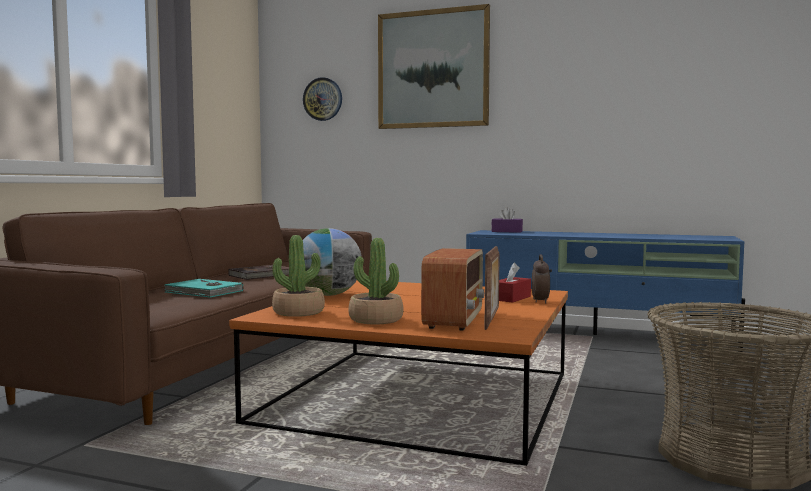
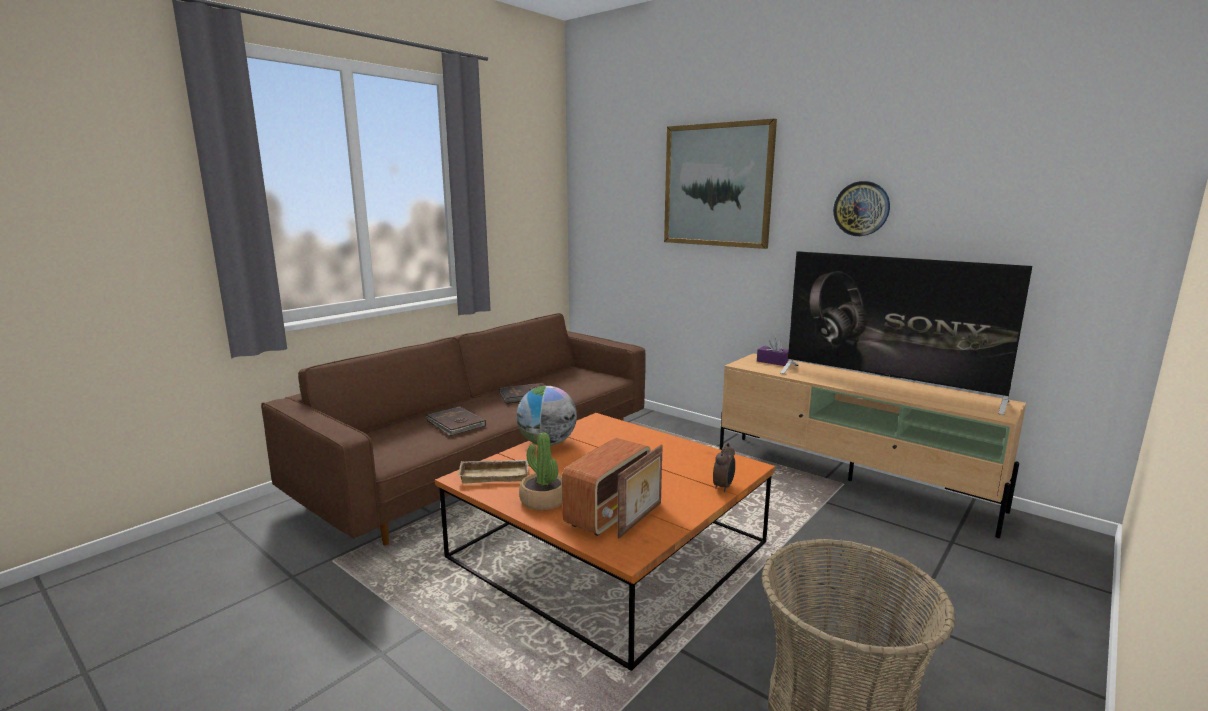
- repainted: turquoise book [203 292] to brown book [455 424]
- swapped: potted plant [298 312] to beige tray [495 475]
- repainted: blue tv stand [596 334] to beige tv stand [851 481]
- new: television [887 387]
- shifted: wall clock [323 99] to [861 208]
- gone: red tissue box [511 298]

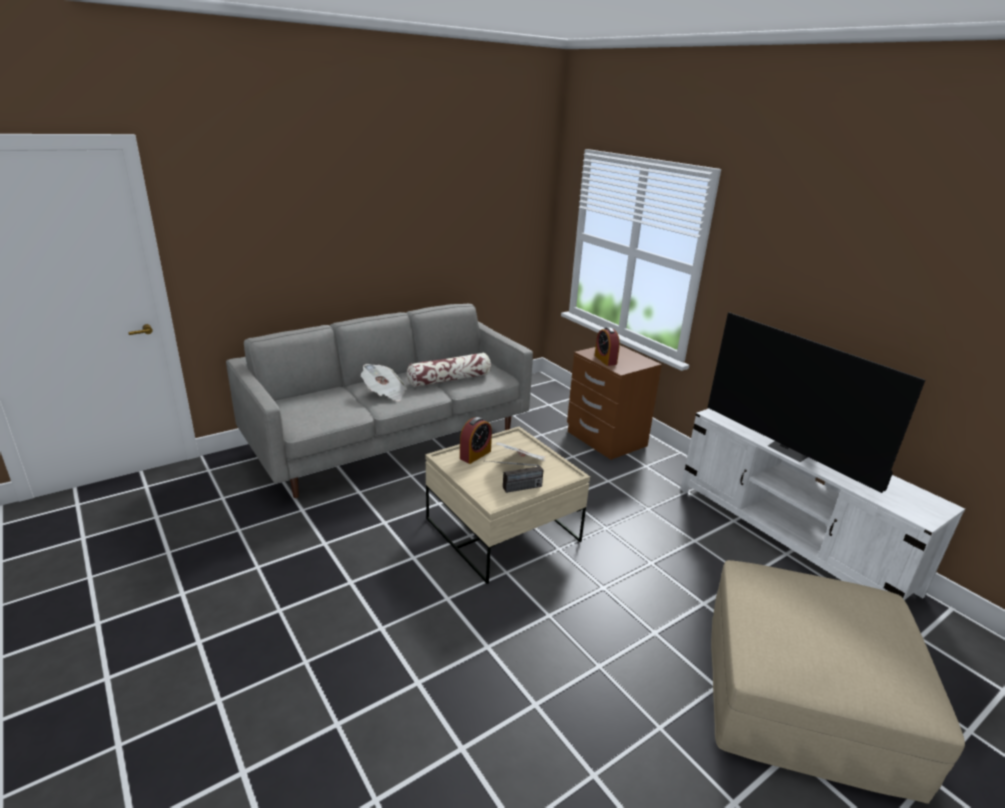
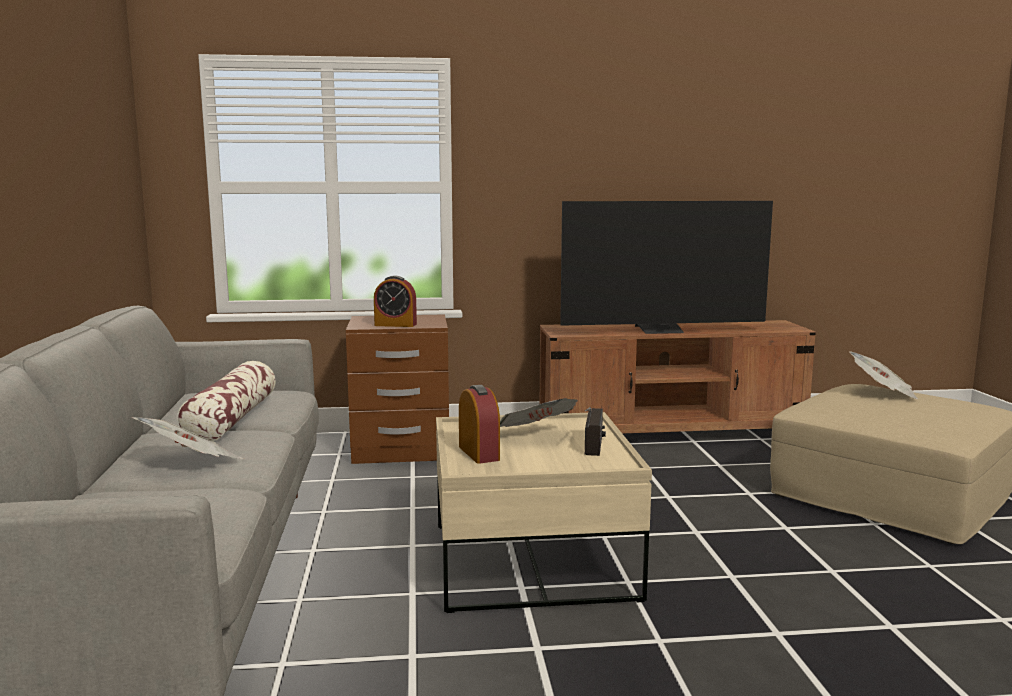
- repainted: white tv stand [790 538] to brown tv stand [671 433]
- new: newspaper [882 393]

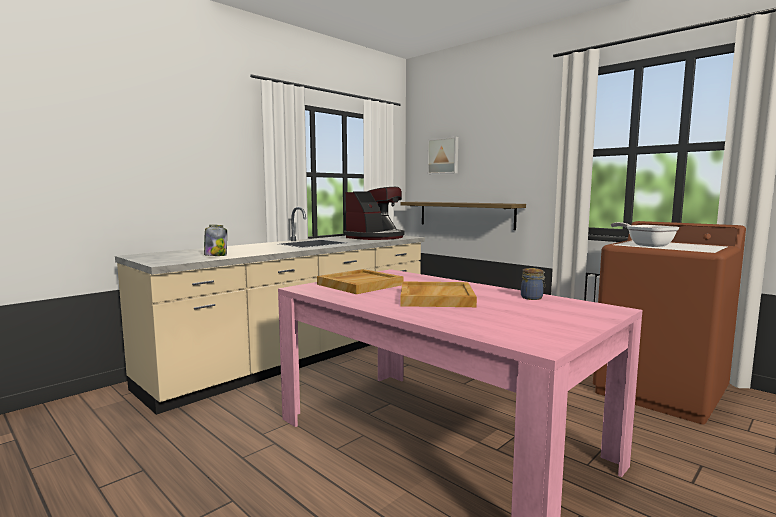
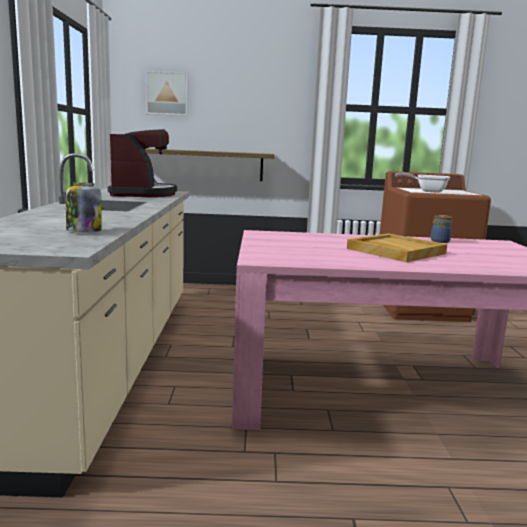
- gone: beige tray [360 284]

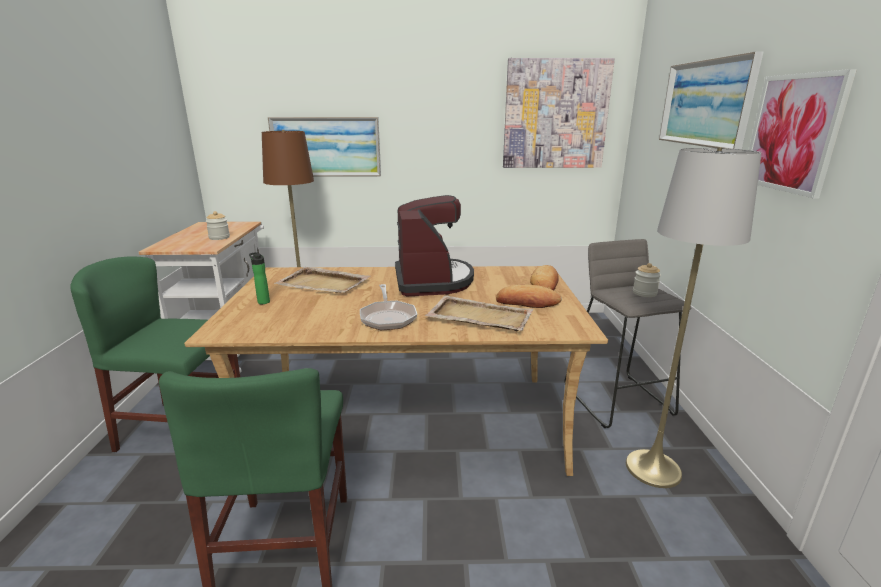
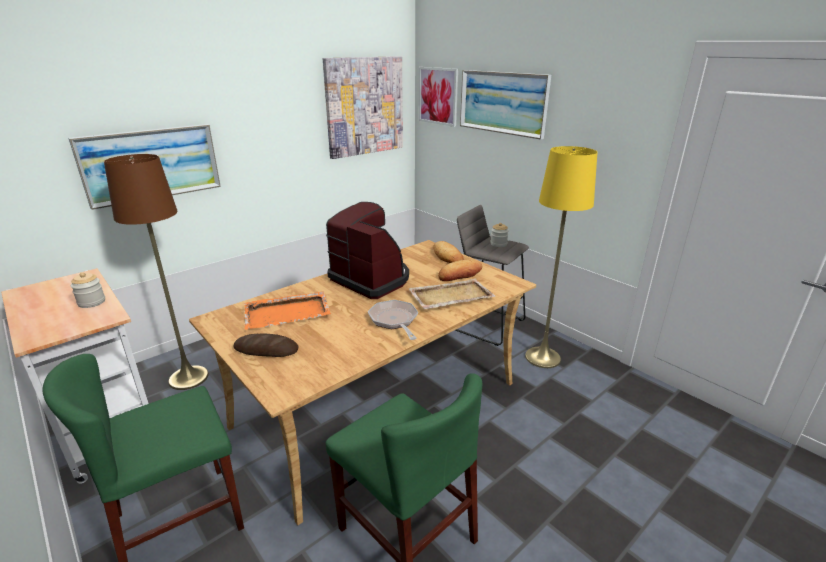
- swapped: bottle [263 301] to bread [266 349]
- repainted: beige tray [324 283] to orange tray [288 312]
- rotated: frying pan [388 317] = [394 321] 150 degrees counterclockwise
- shifted: picture [793 133] to [438 96]
- repainted: grey floor lamp [653 468] to yellow floor lamp [542 357]

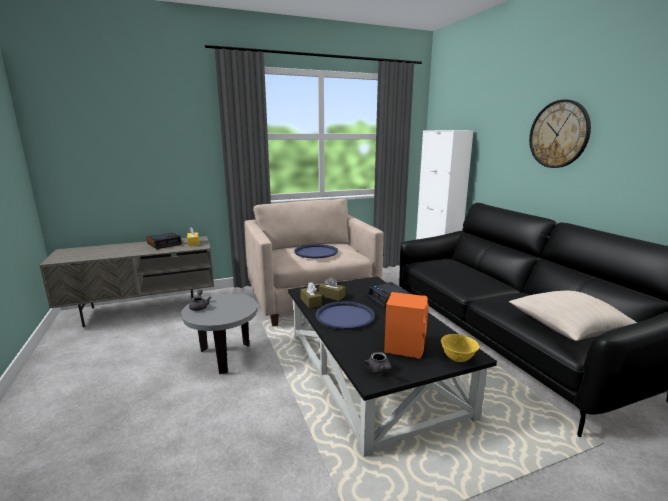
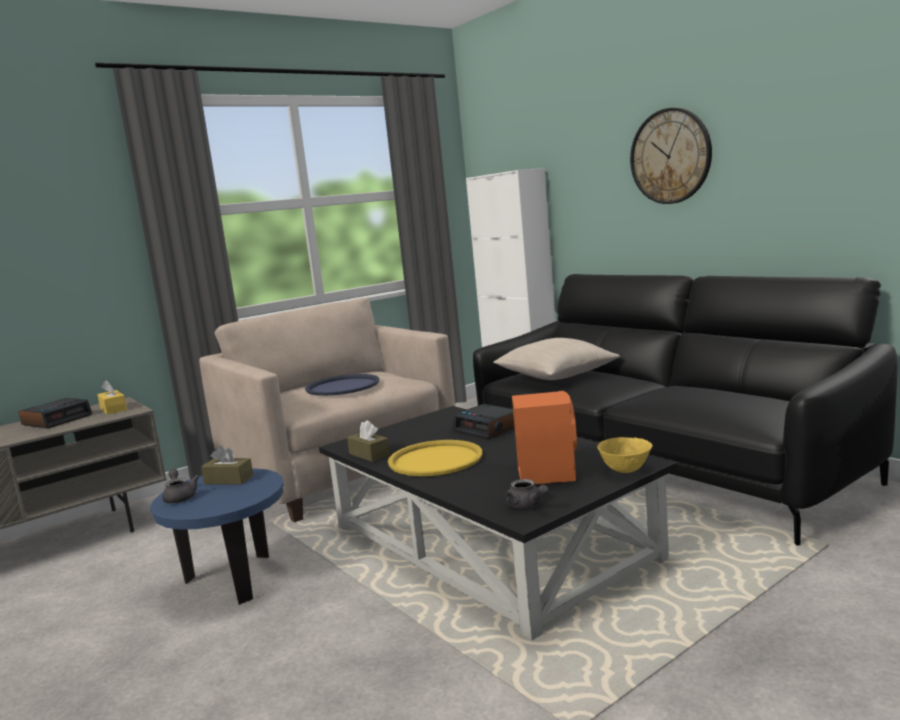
- repainted: grey side table [224 357] to blue side table [234 581]
- shifted: brown tissue box [331 296] to [229 480]
- repainted: blue tray [345 316] to yellow tray [435 459]
- shifted: beige pillow [569 328] to [556 376]

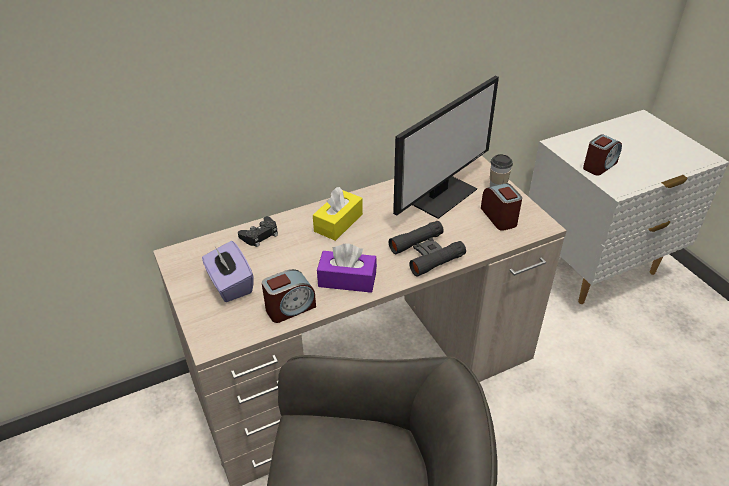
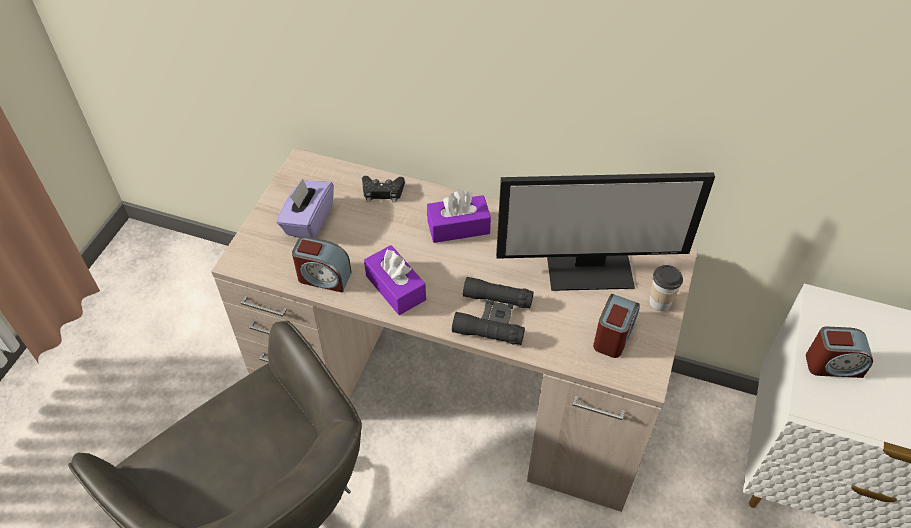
- repainted: yellow tissue box [338 223] to purple tissue box [458 227]

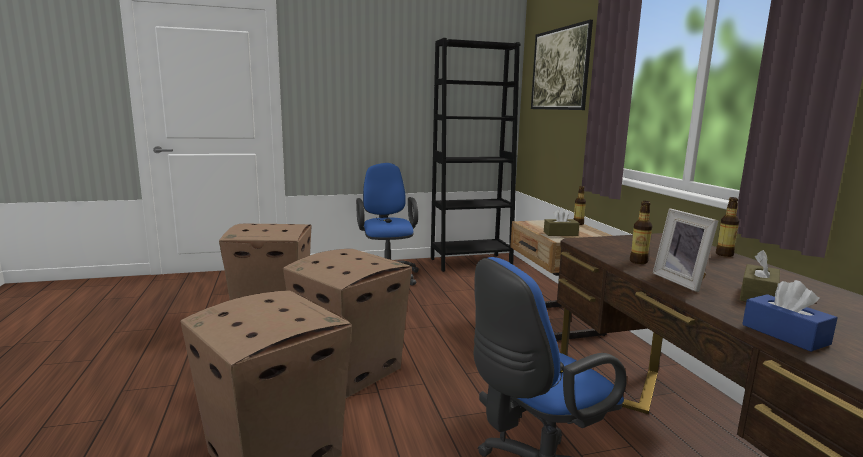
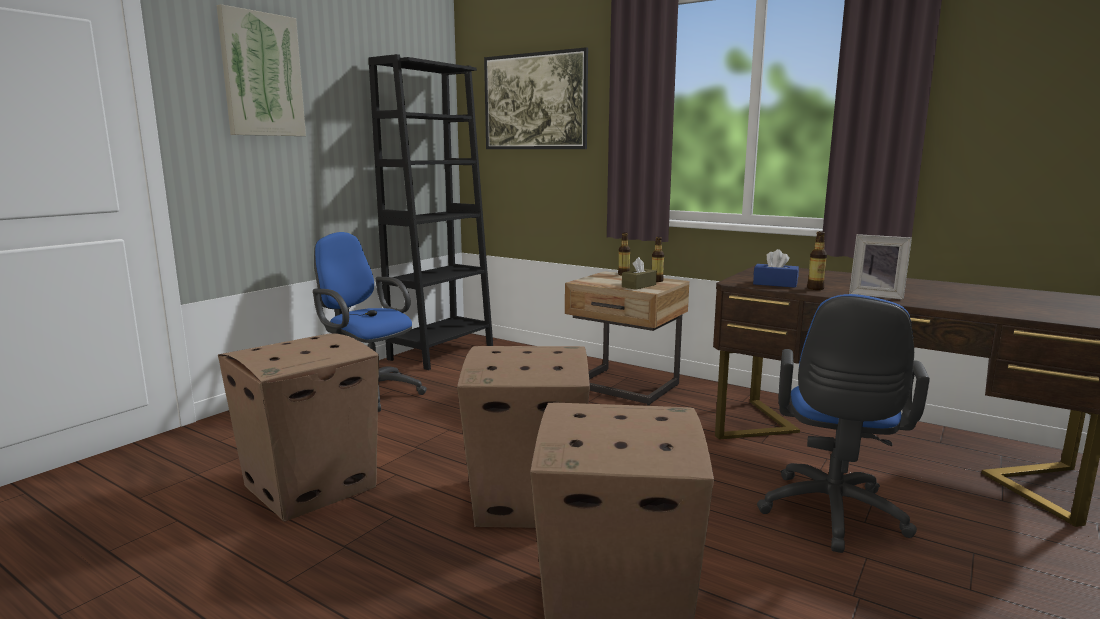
- new: picture [262 75]
- shifted: bottle [724 254] to [657 281]
- shifted: blue tissue box [784 334] to [775 284]
- gone: brown tissue box [758 295]

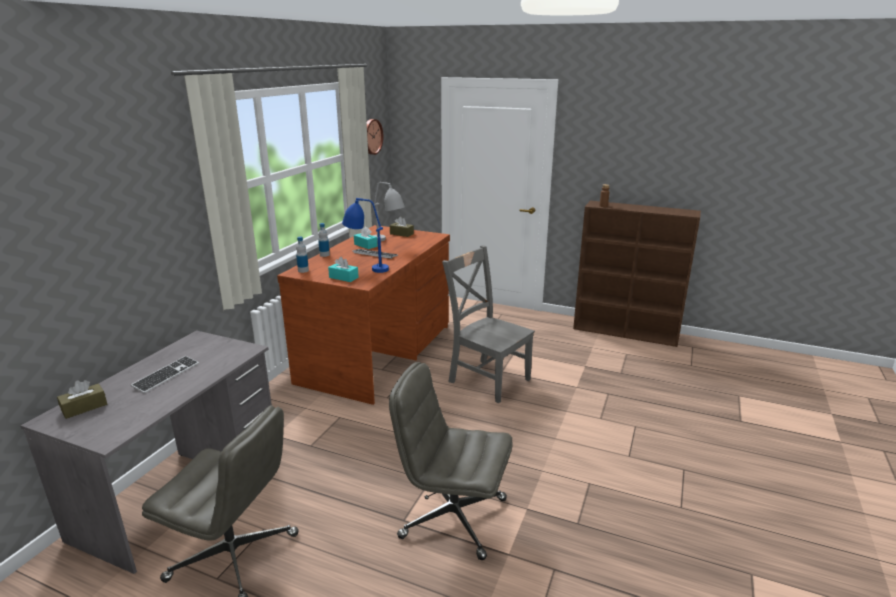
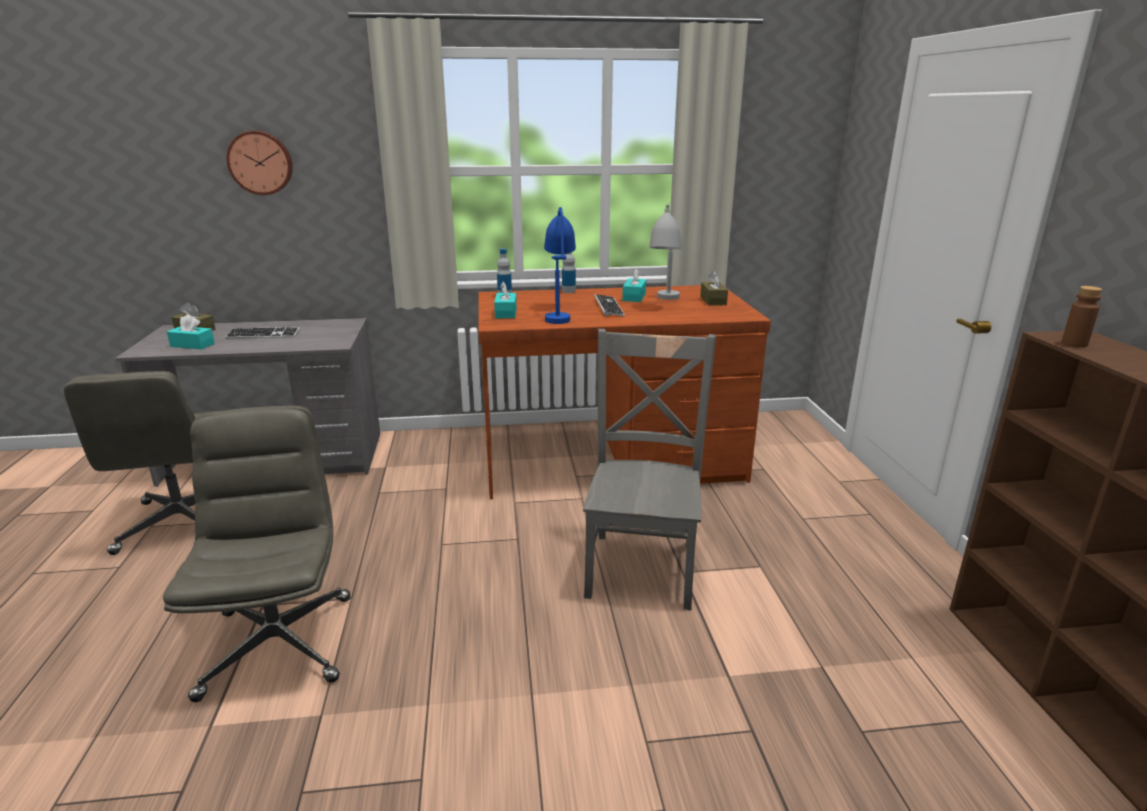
- new: turquoise tissue box [192 345]
- shifted: wall clock [371 136] to [260 163]

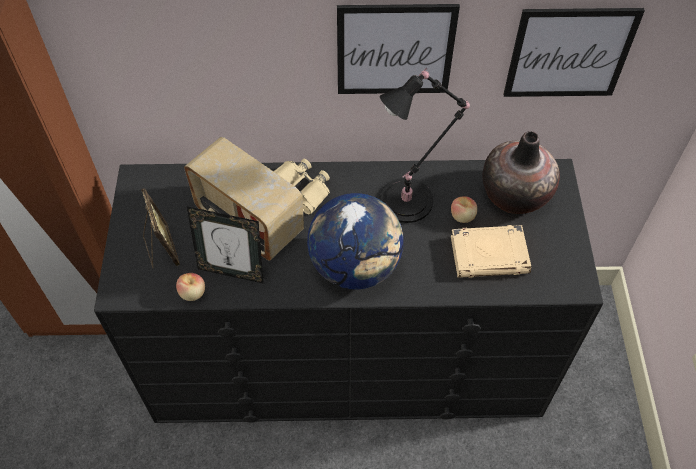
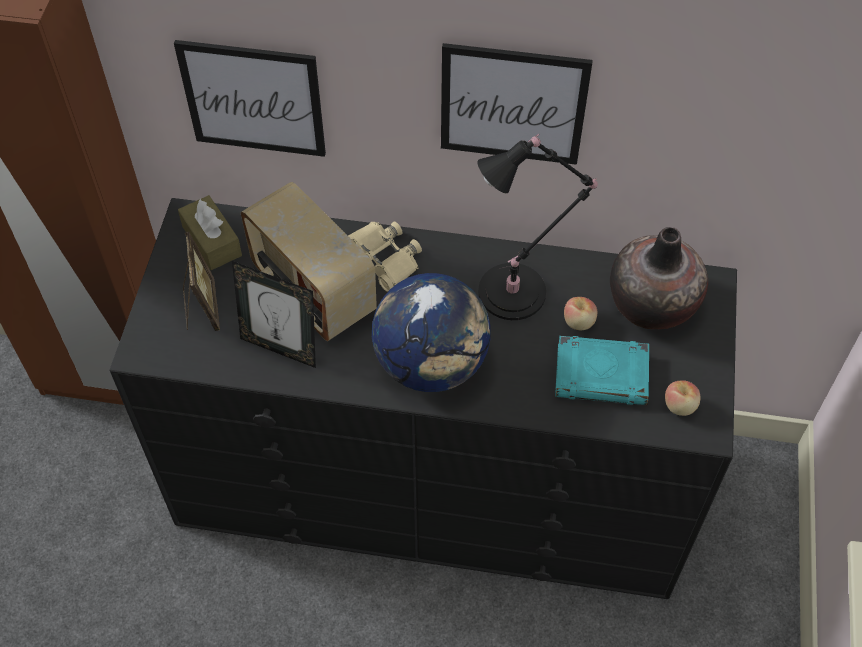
- shifted: picture [569 53] to [253 98]
- new: brown tissue box [212 241]
- repainted: beige book [490 255] to turquoise book [602 375]
- shifted: apple [193 293] to [680 406]

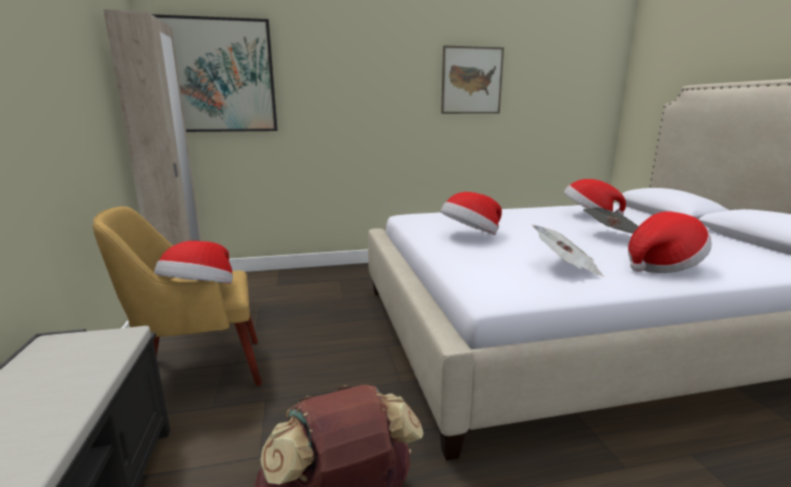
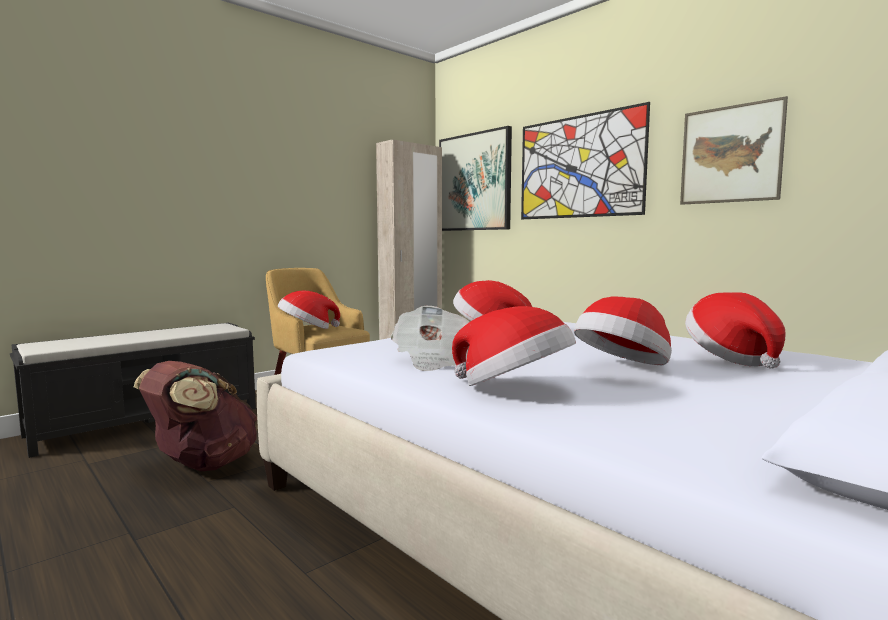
- new: picture [579 167]
- swapped: newspaper [612 236] to hat [623 368]

